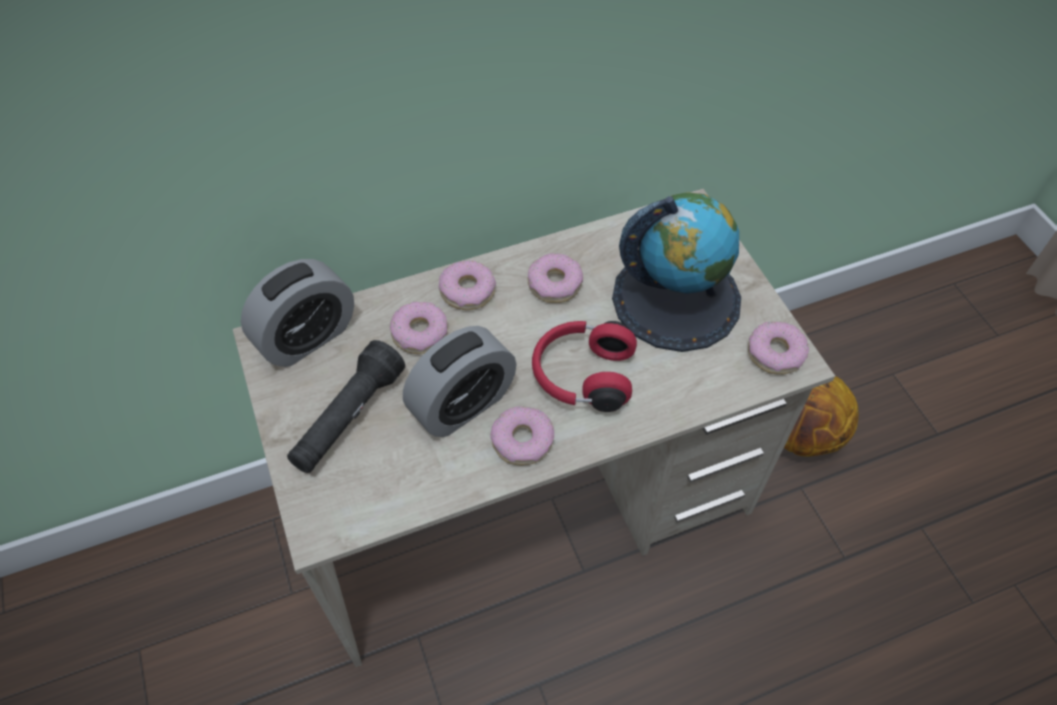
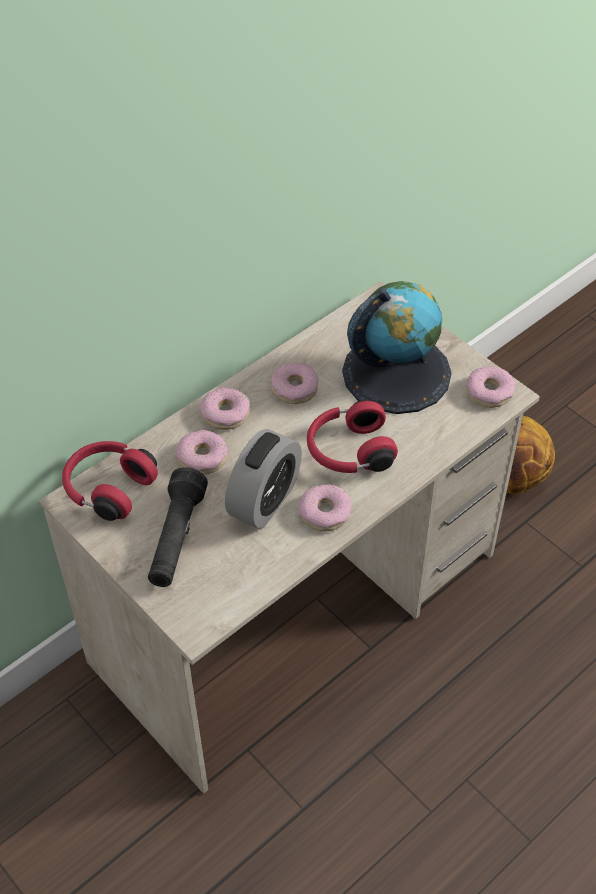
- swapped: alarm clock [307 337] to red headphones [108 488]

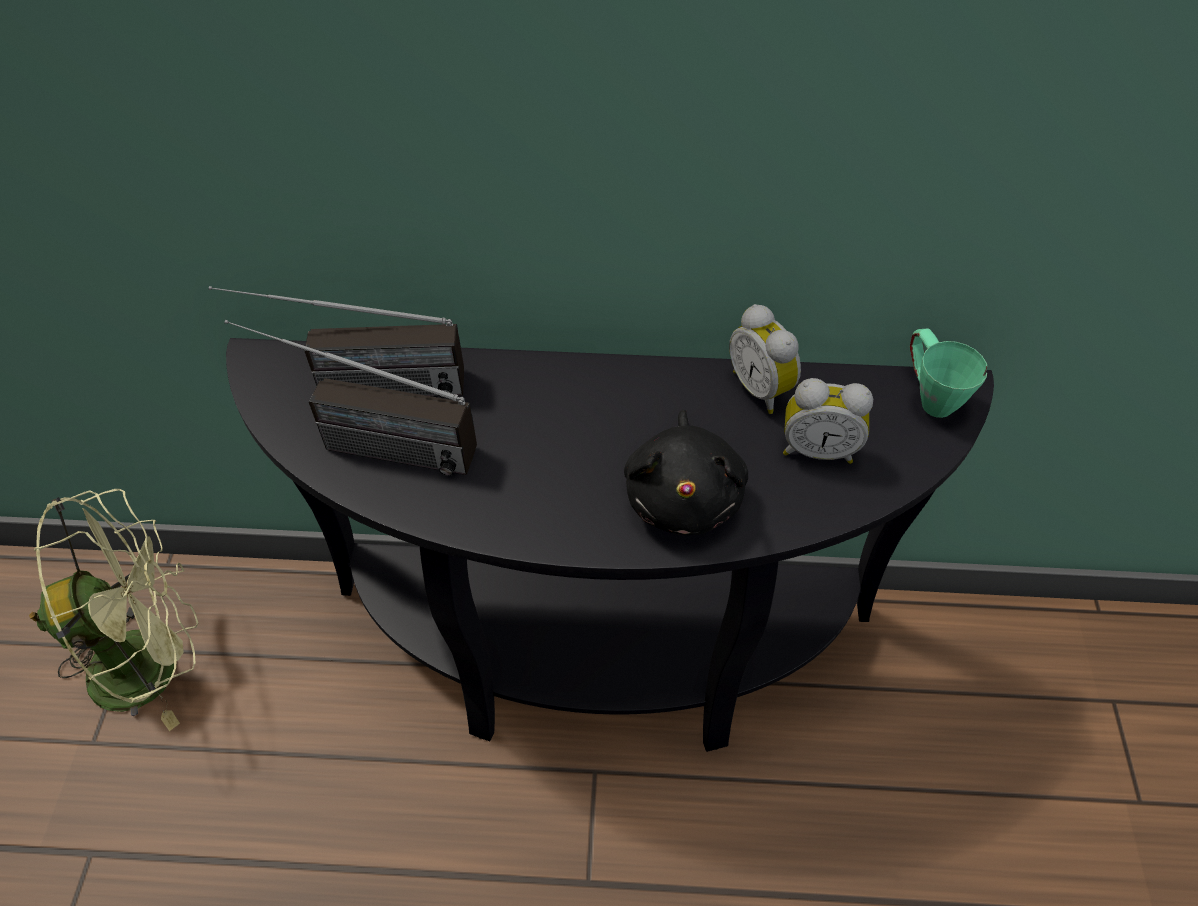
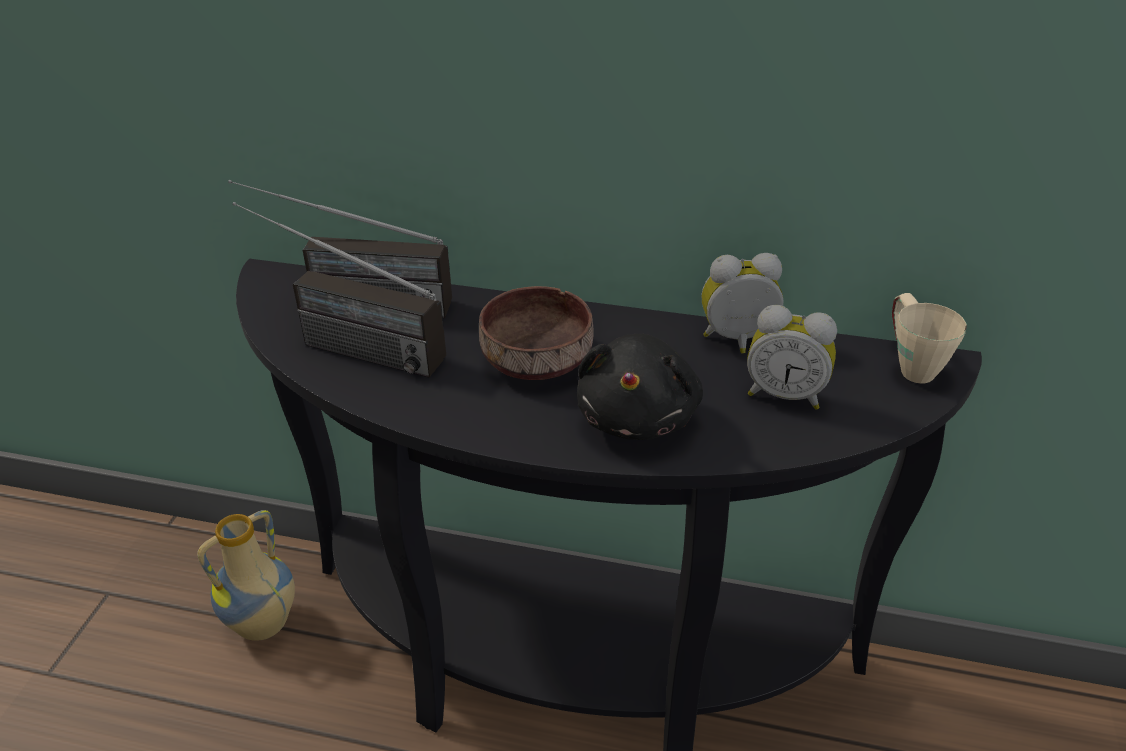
- new: vase [264 626]
- new: brown bowl [534 360]
- rotated: alarm clock [762 388] = [737 342] 105 degrees clockwise
- repainted: green mug [928 395] to beige mug [910 364]
- gone: green fan [154 660]

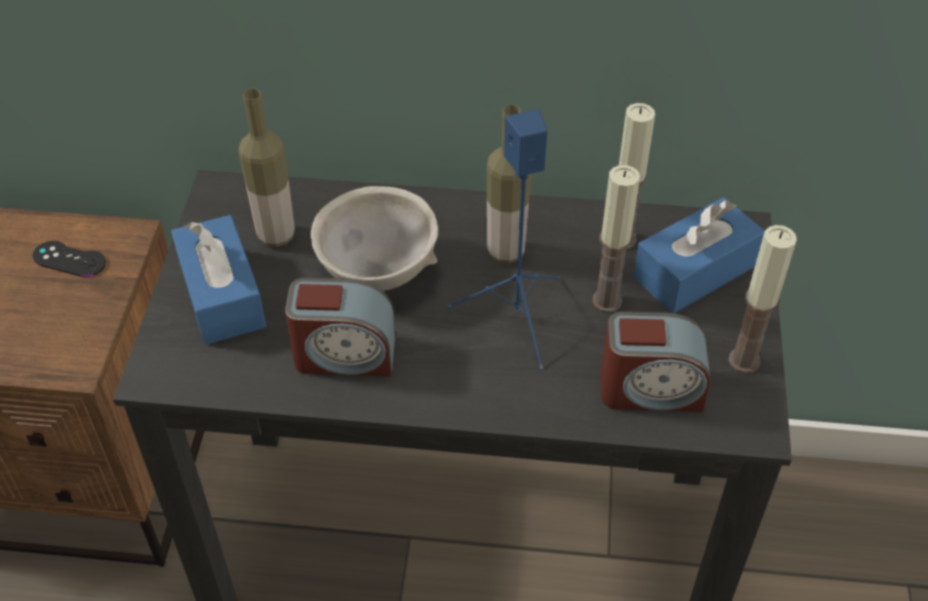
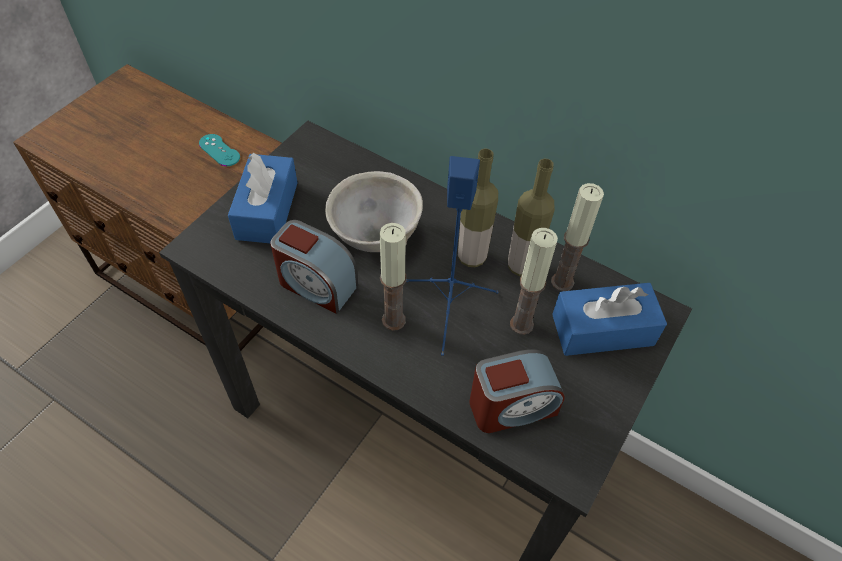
- repainted: black game controller [69 259] to turquoise game controller [219 150]
- shifted: candle [744 360] to [393 320]
- rotated: alarm clock [650 389] = [512 406] 45 degrees counterclockwise
- shifted: bottle [276 235] to [521 266]

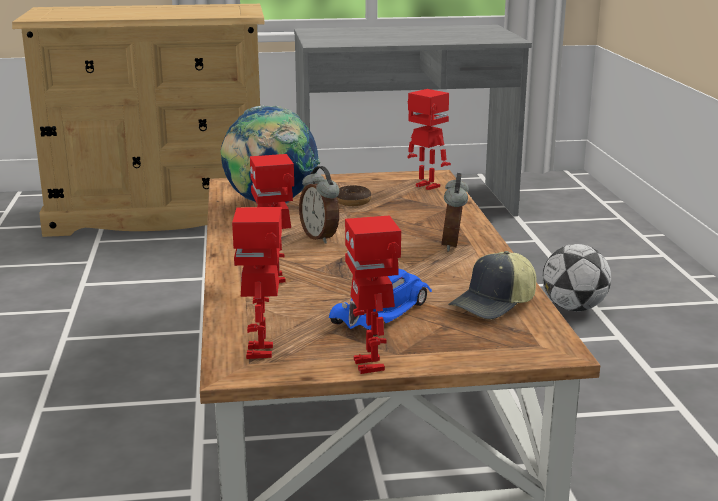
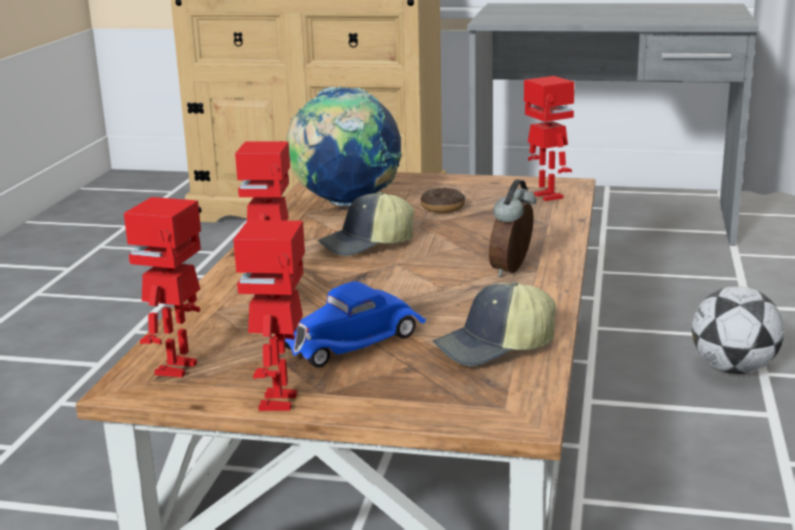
- swapped: alarm clock [320 237] to cap [367 245]

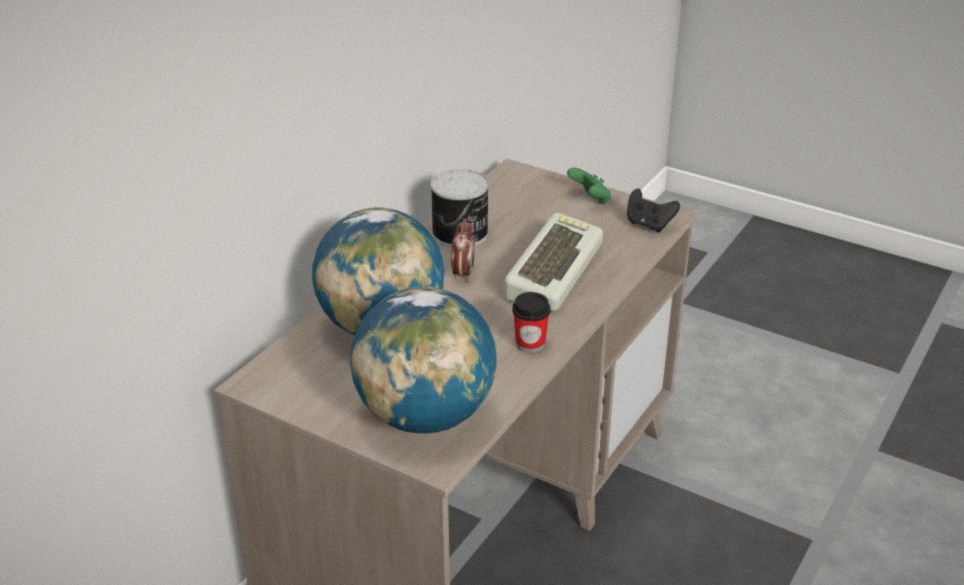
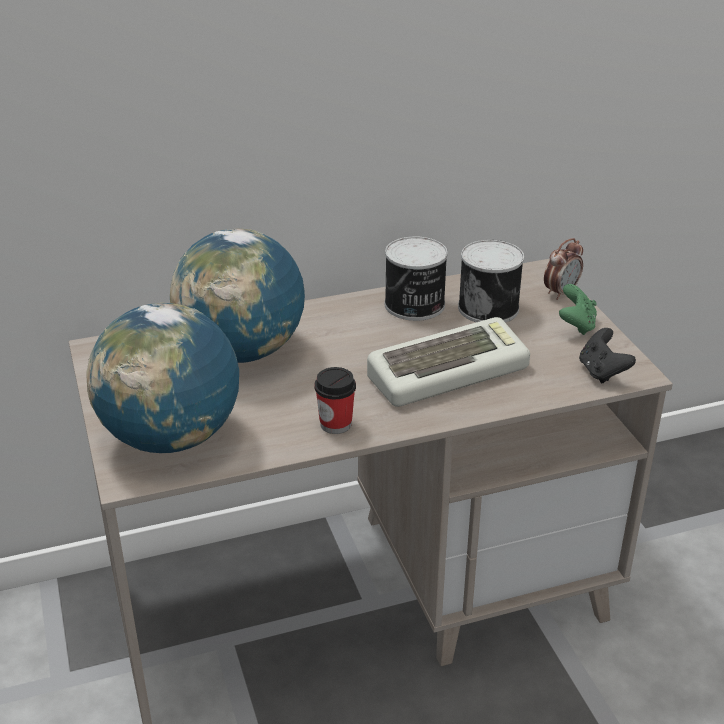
- new: can [489 307]
- shifted: alarm clock [463 273] to [561 292]

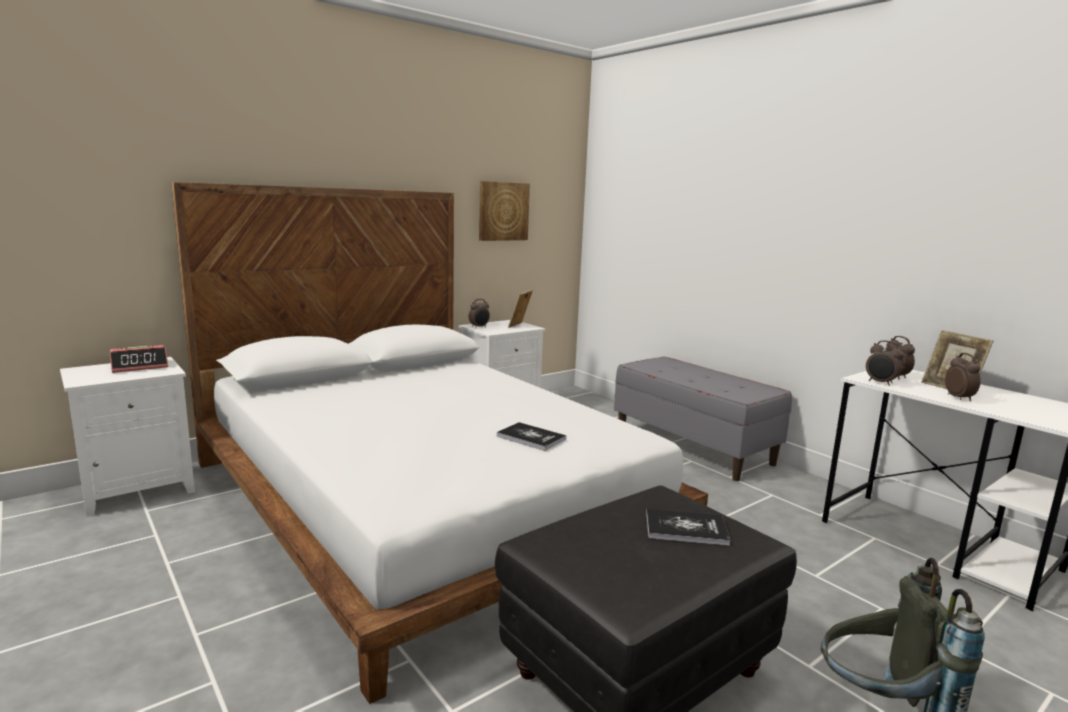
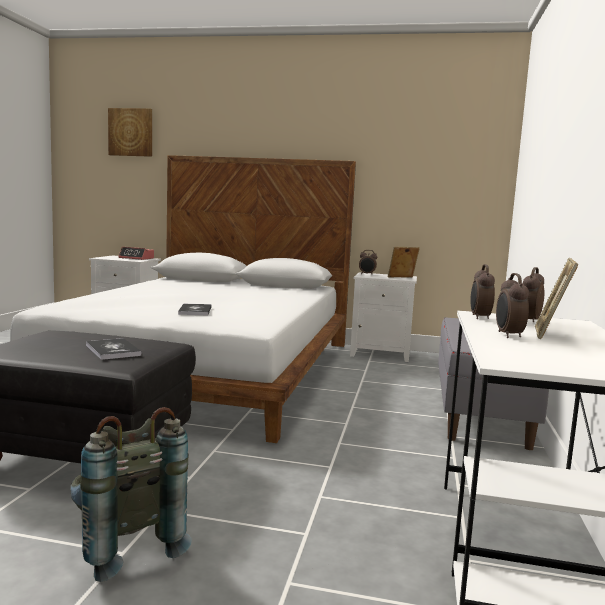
- shifted: picture [503 211] to [131 132]
- rotated: alarm clock [959 398] = [508 335] 135 degrees clockwise

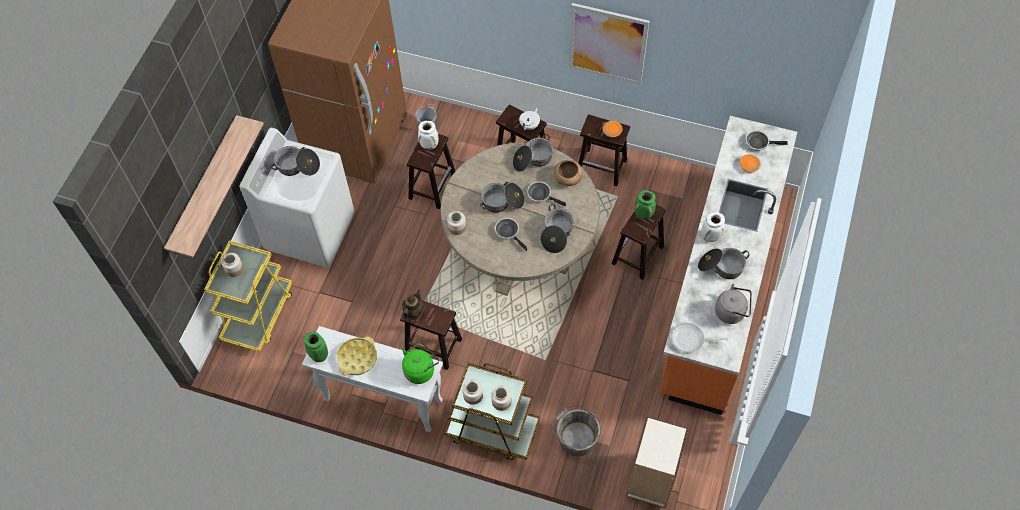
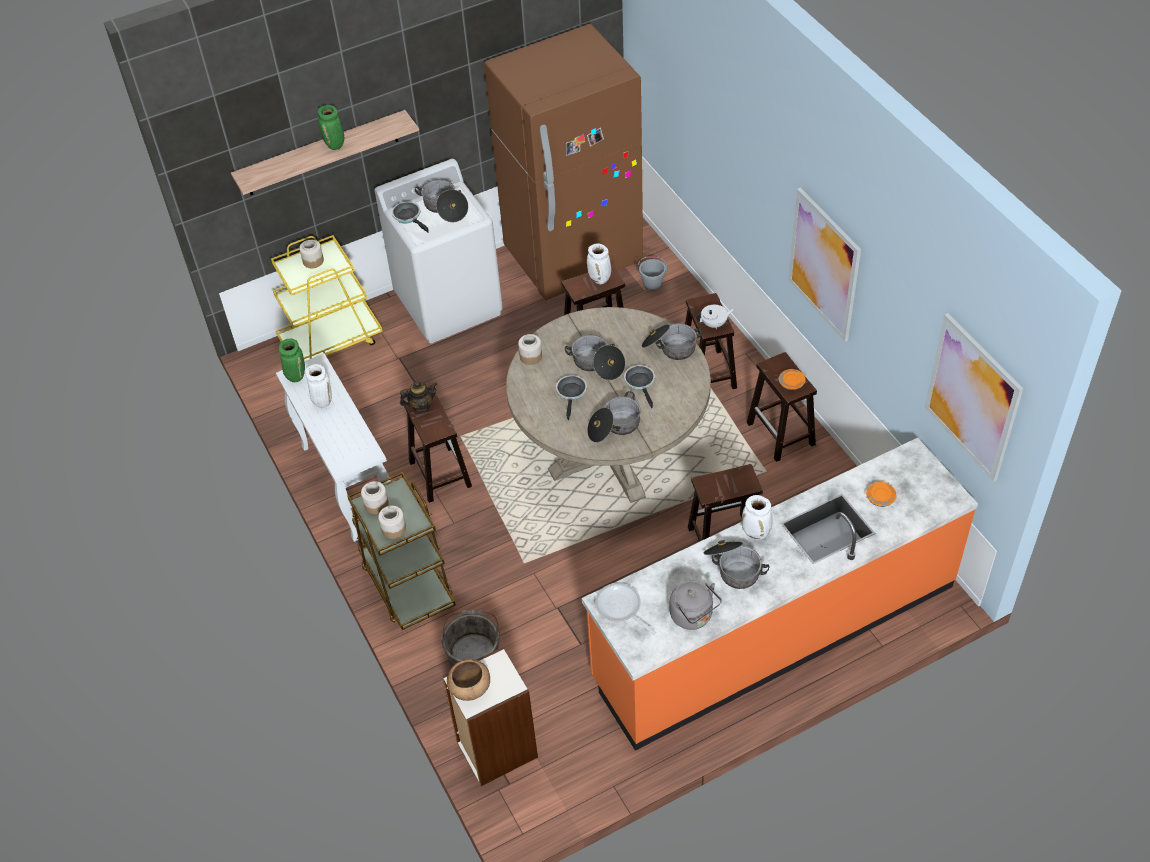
- swapped: yellow tray [357 358] to white vase [322 401]
- shifted: green vase [644 214] to [335 145]
- shifted: frying pan [759 143] to [408 217]
- shifted: brown bowl [567 179] to [469 687]
- new: picture [972 397]
- gone: green kettle [420 370]

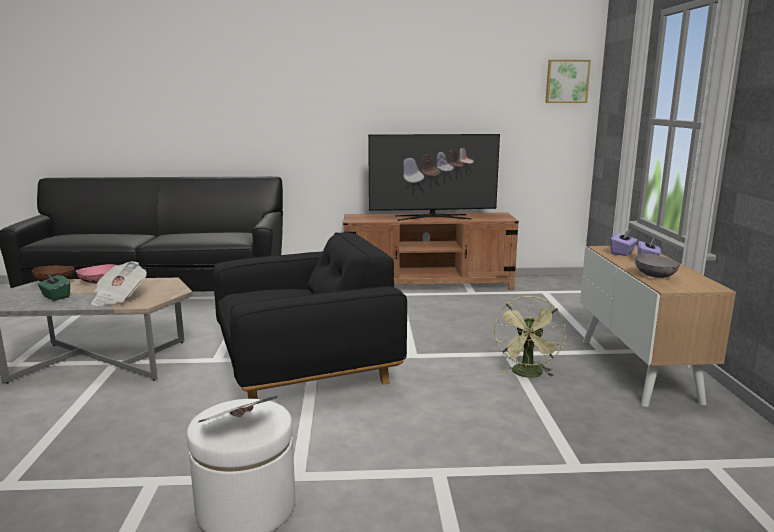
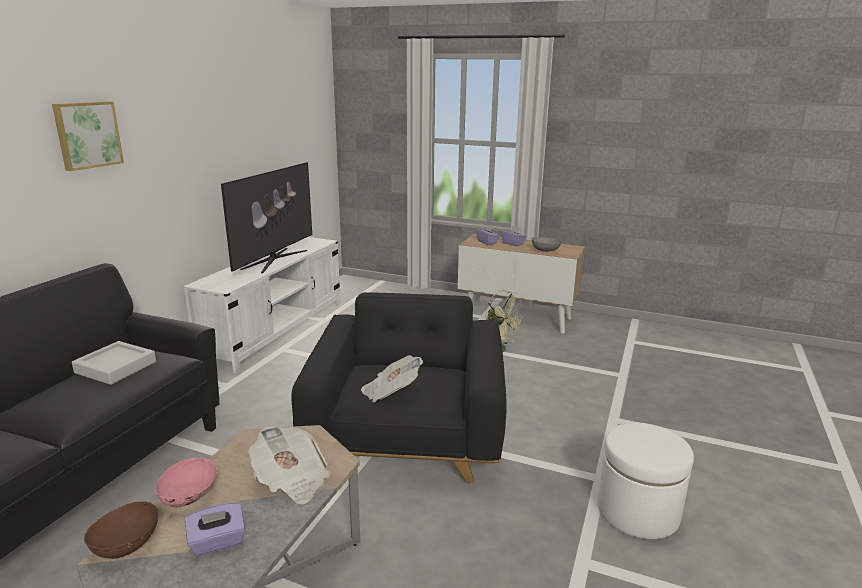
- shifted: picture [567 81] to [87 135]
- new: grey tray [116 367]
- repainted: brown tv stand [428 284] to white tv stand [276 330]
- repainted: green tissue box [55 296] to purple tissue box [217 542]
- shifted: newspaper [239 429] to [391 392]

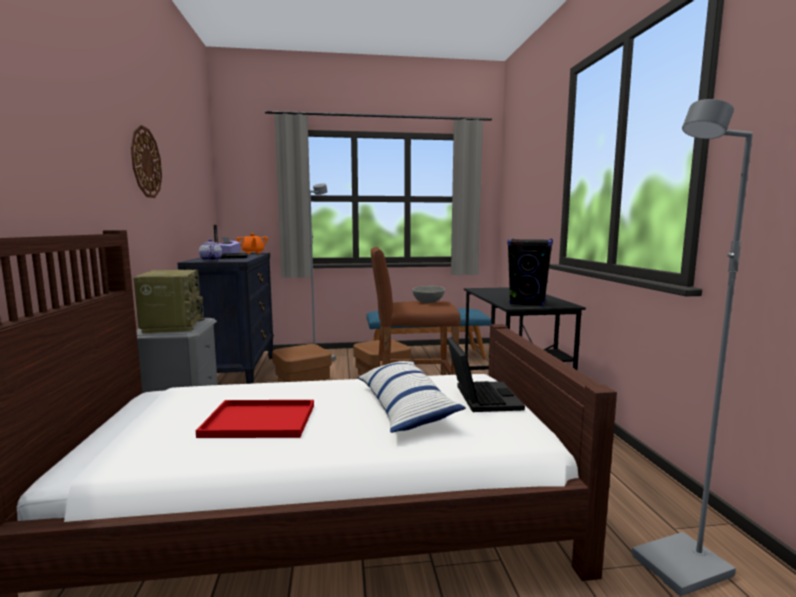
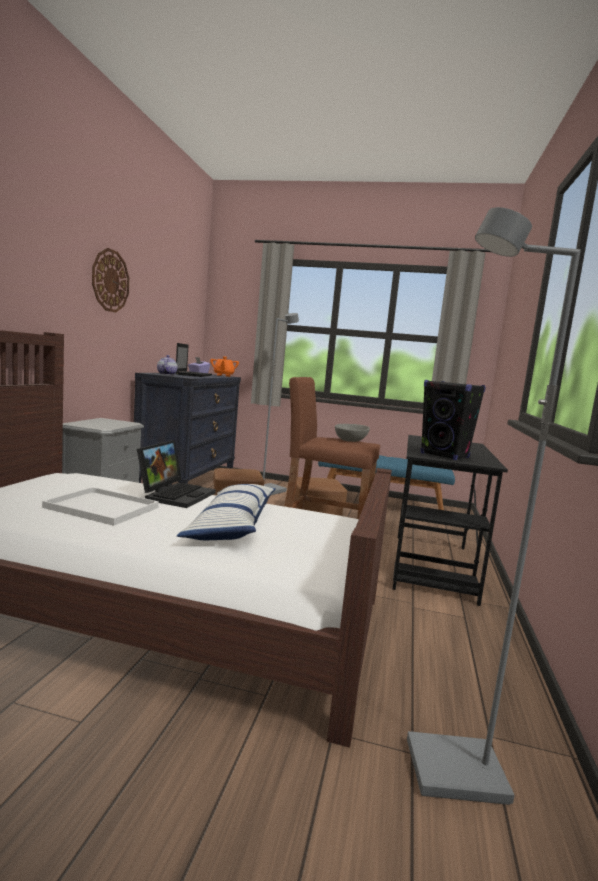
- repainted: red tray [257 421] to white tray [99 507]
- shifted: laptop [480 397] to [176 494]
- gone: radio [172 325]

